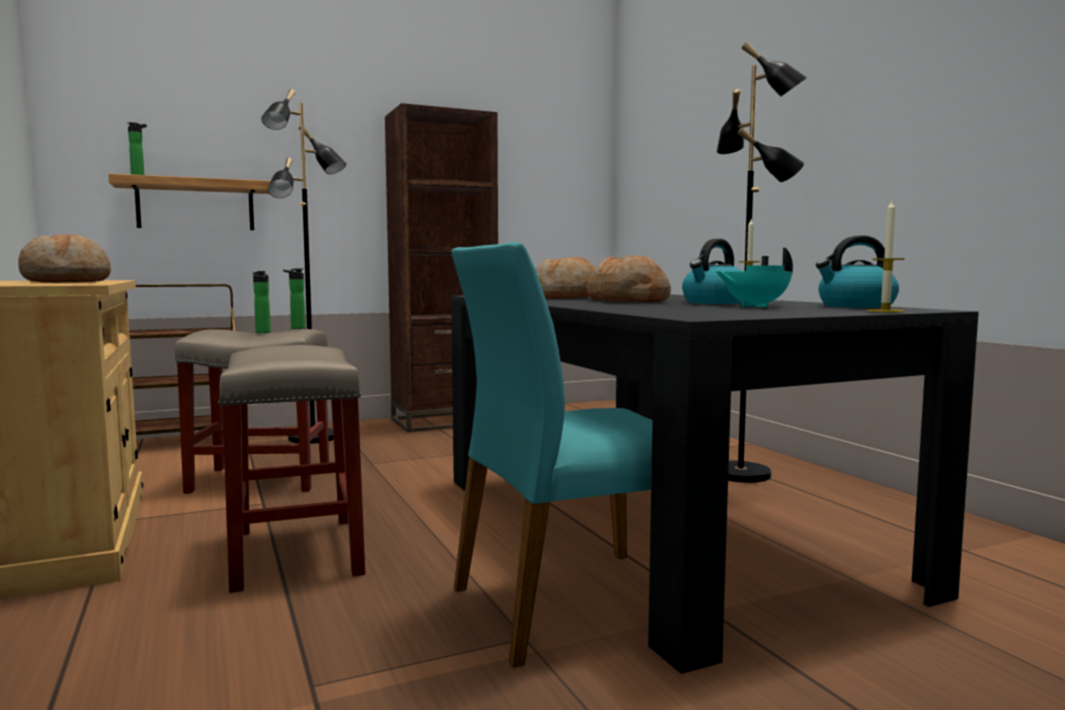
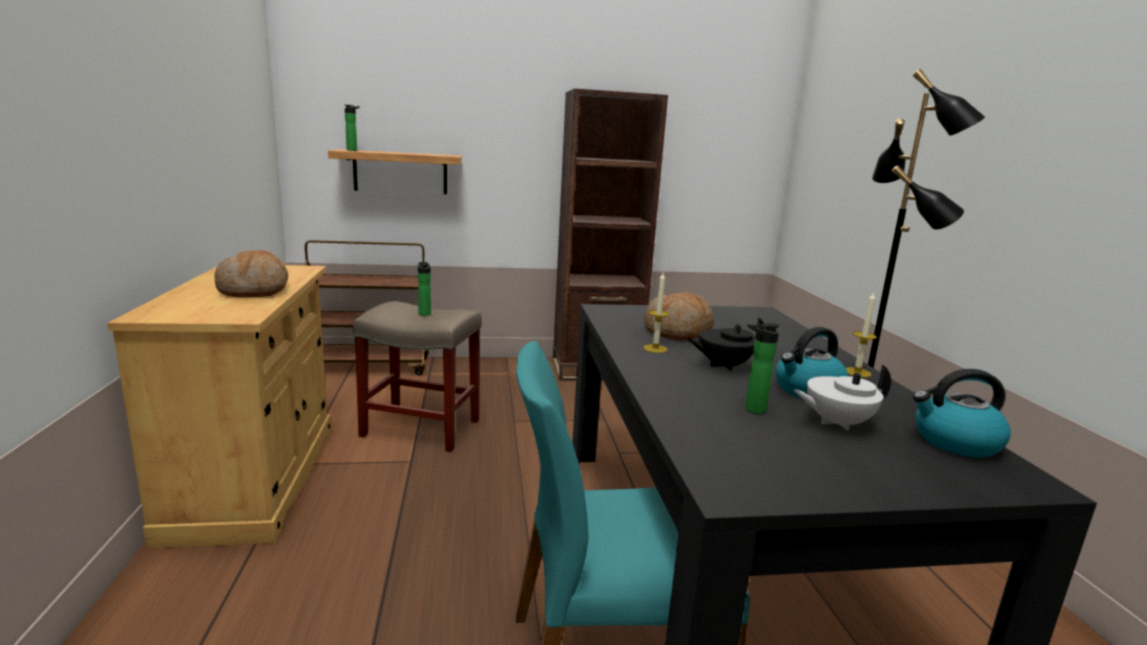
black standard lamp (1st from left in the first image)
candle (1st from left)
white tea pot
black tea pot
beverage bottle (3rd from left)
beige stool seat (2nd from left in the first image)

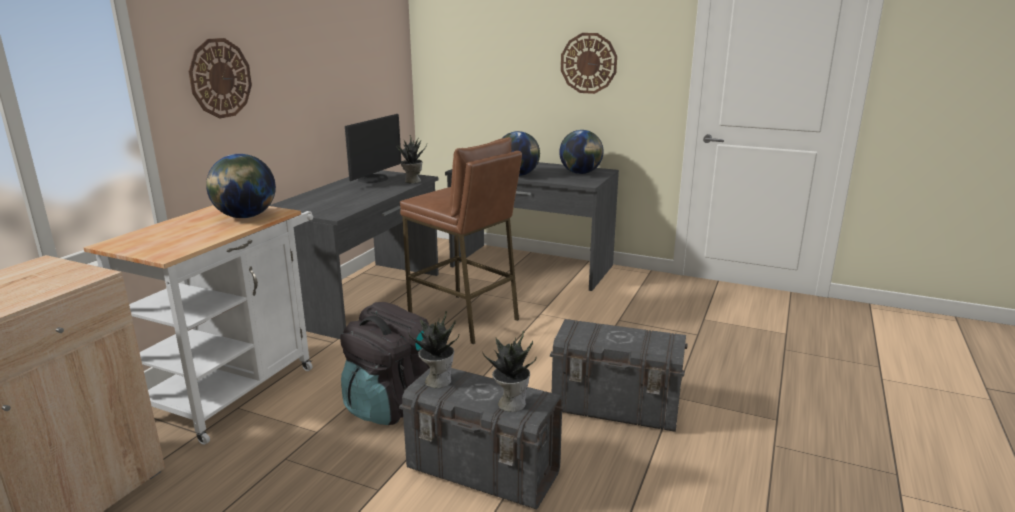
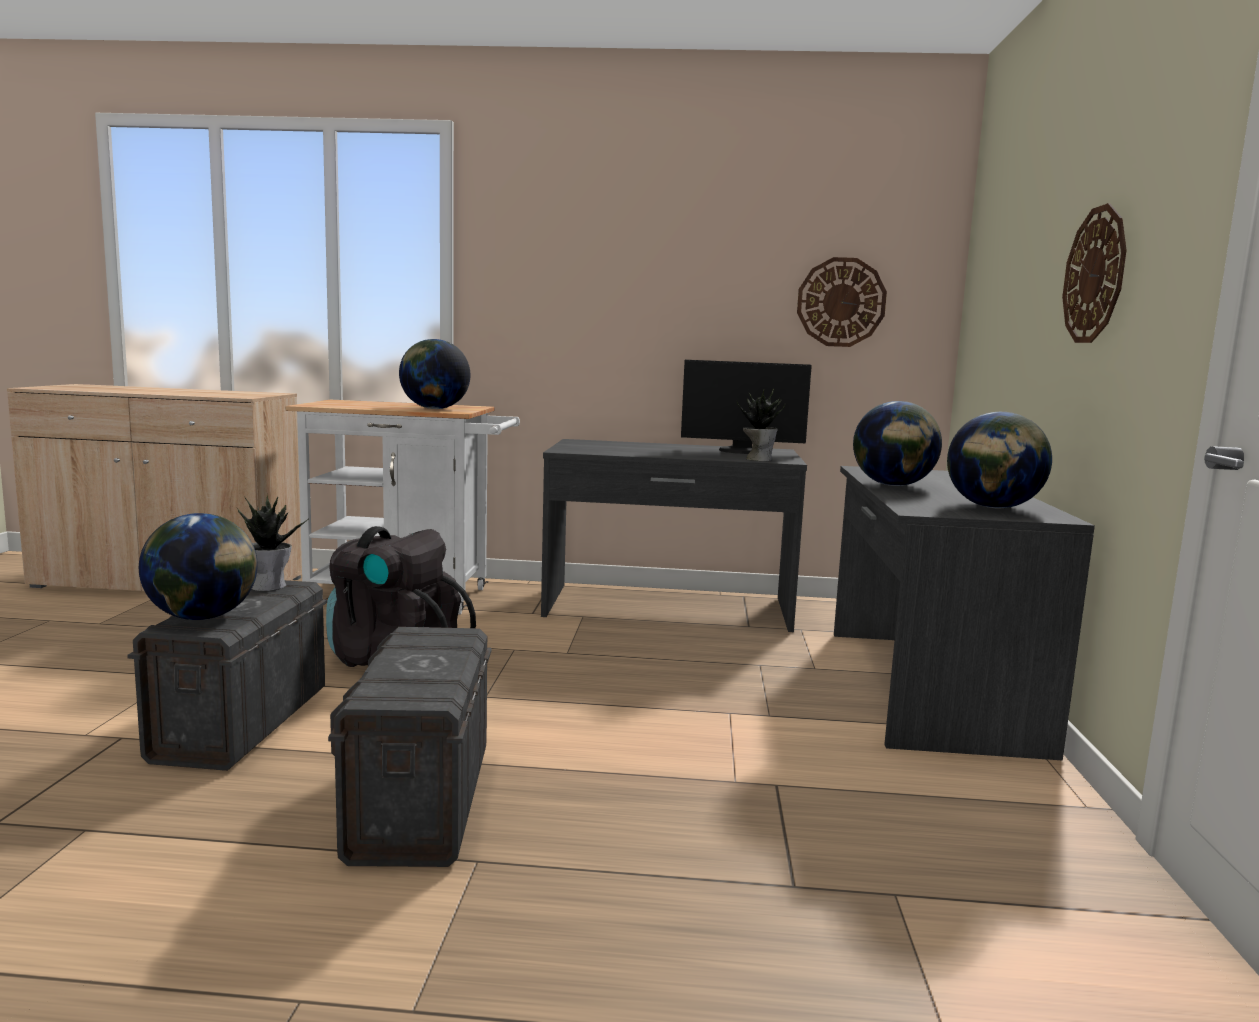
hanging clock (1st from left)
brown-coloured stool seat
desk globe (1st from left)

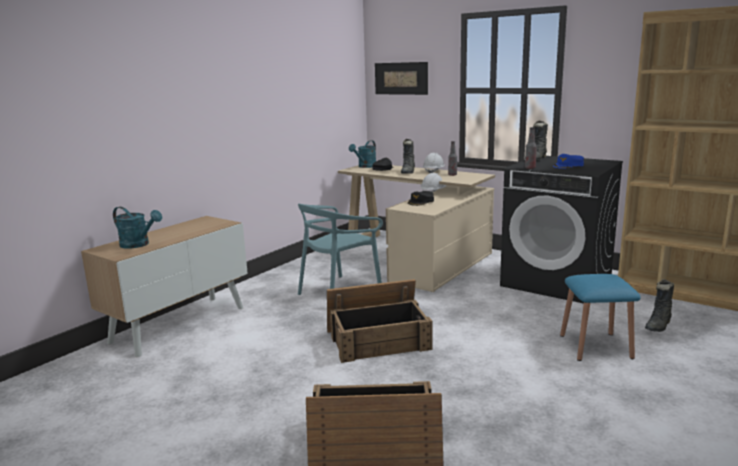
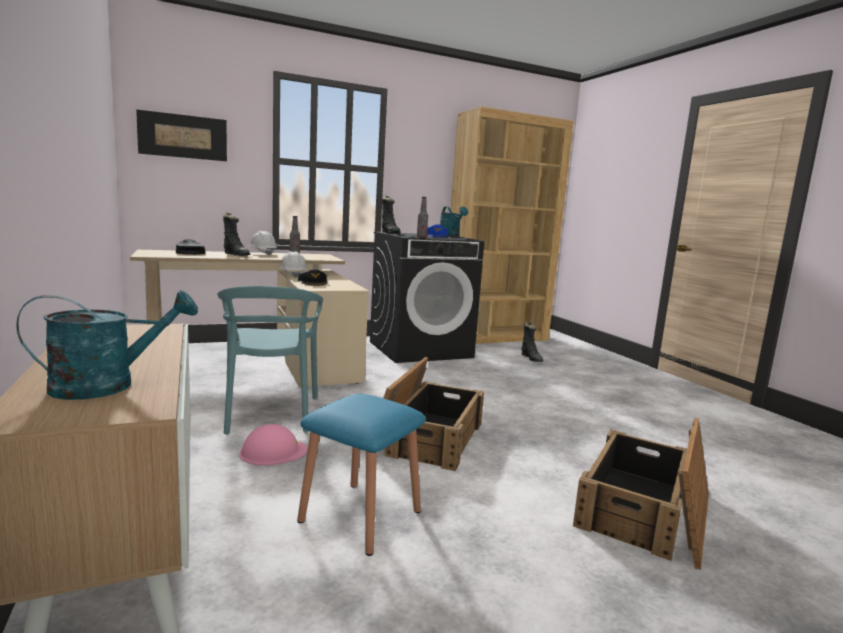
blue-green watering pot (2nd from left)
blue-coloured stool seat
pink work helmet

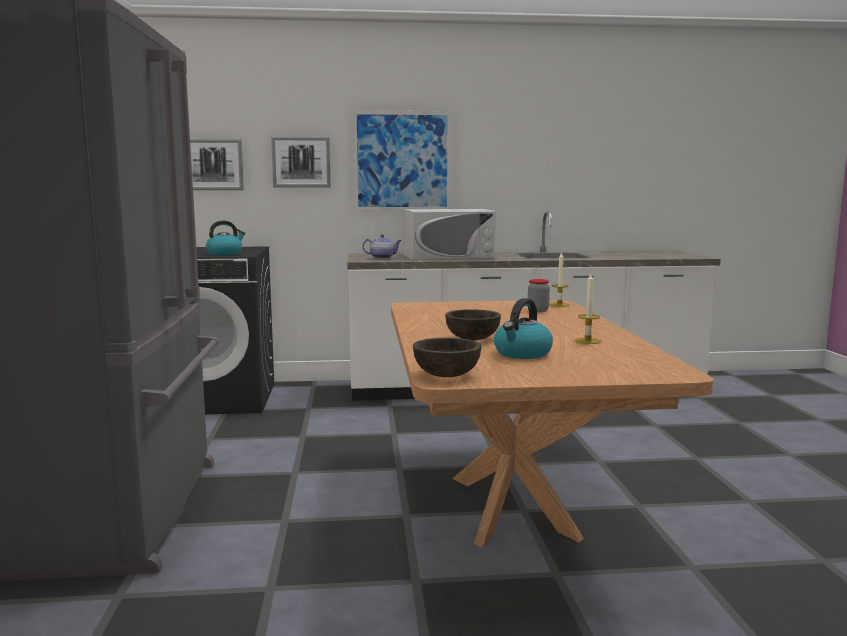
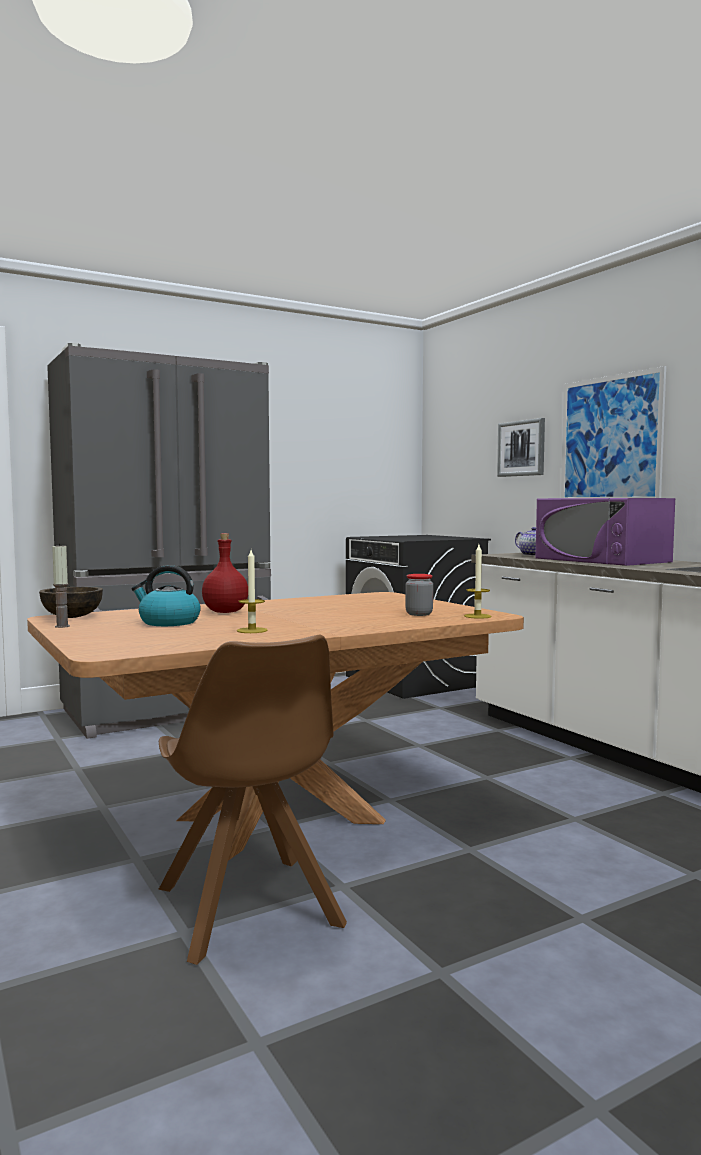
wall picture (1st from left in the first image)
purple-coloured microwave oven
kettle (1st from left in the first image)
red-coloured beverage bottle
candle (1st from left)
brown-coloured chair

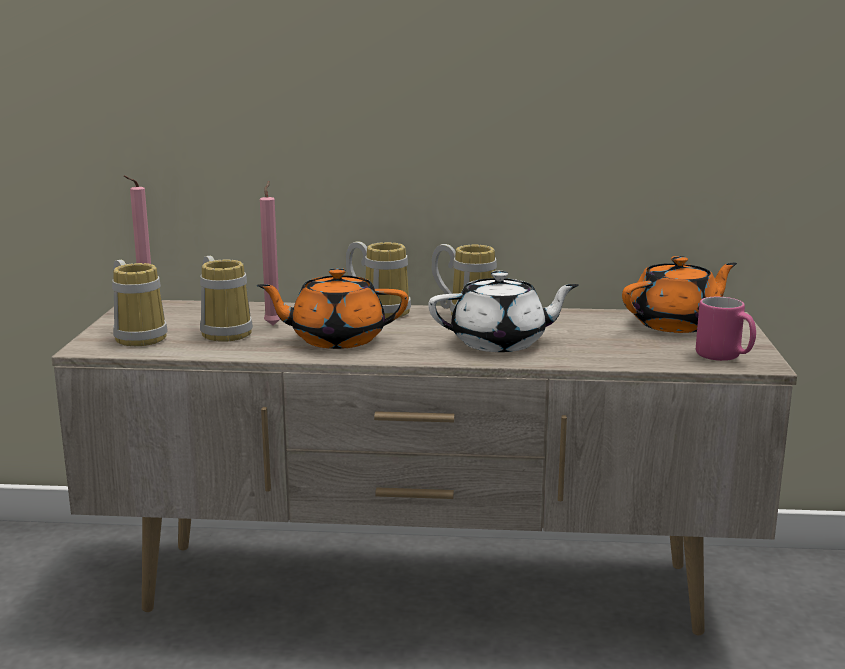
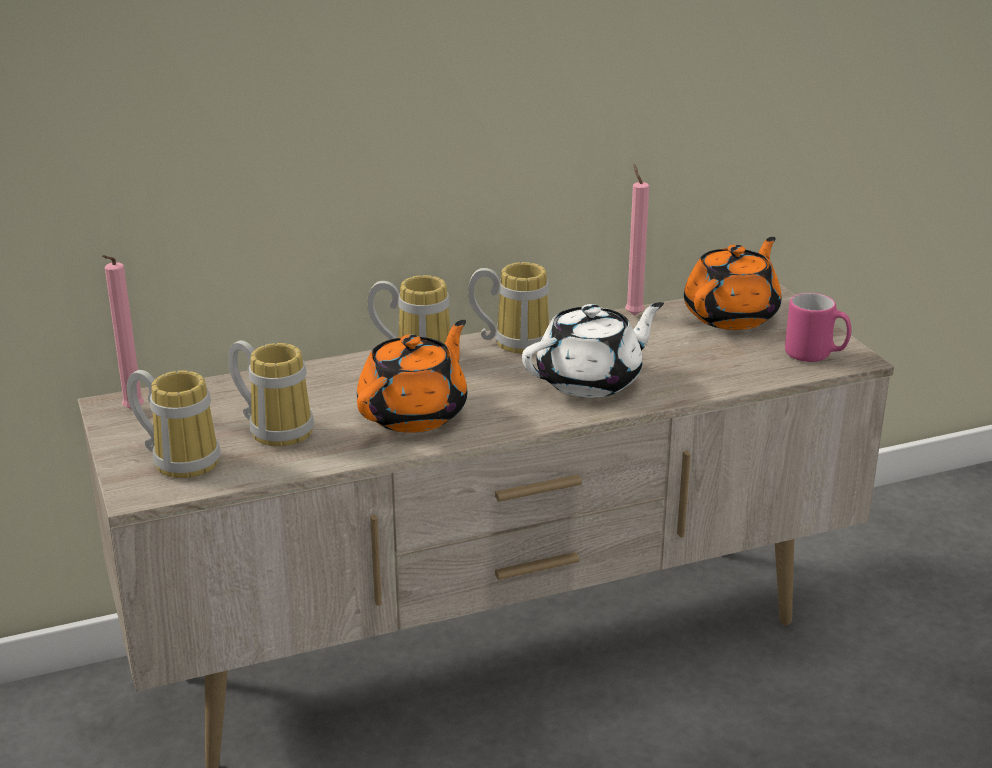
pink candle (2nd from left)
orange tea pot (1st from left)

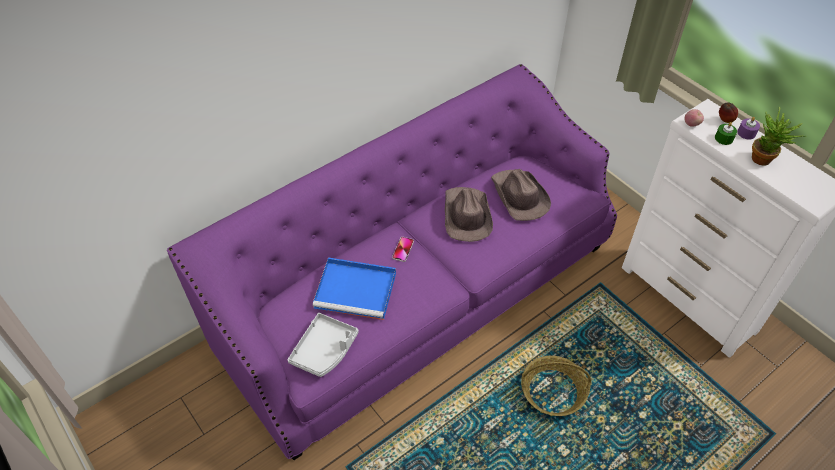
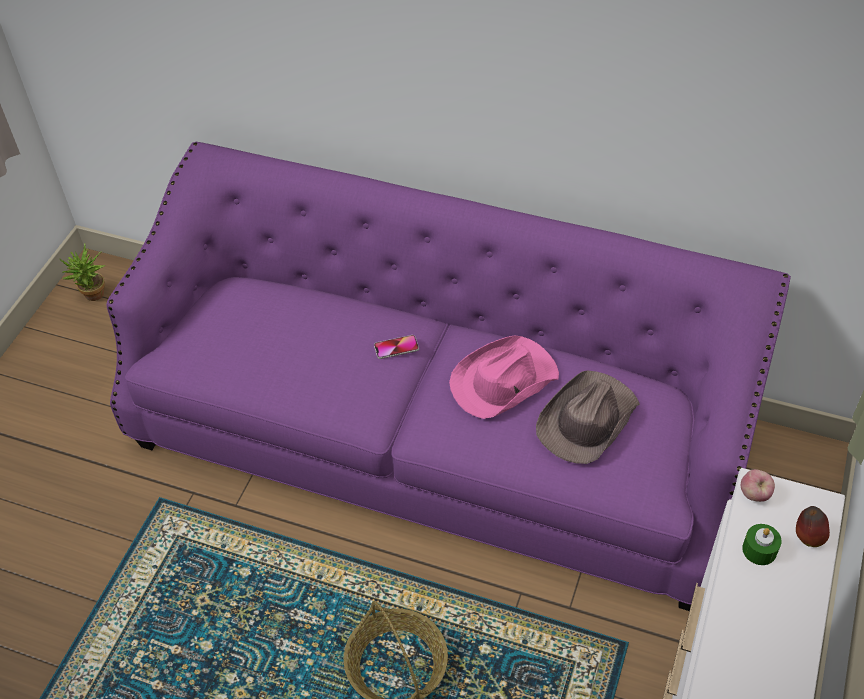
houseplant
purple-coloured candle
pink wearable hat
blue-coloured tray
gray tray

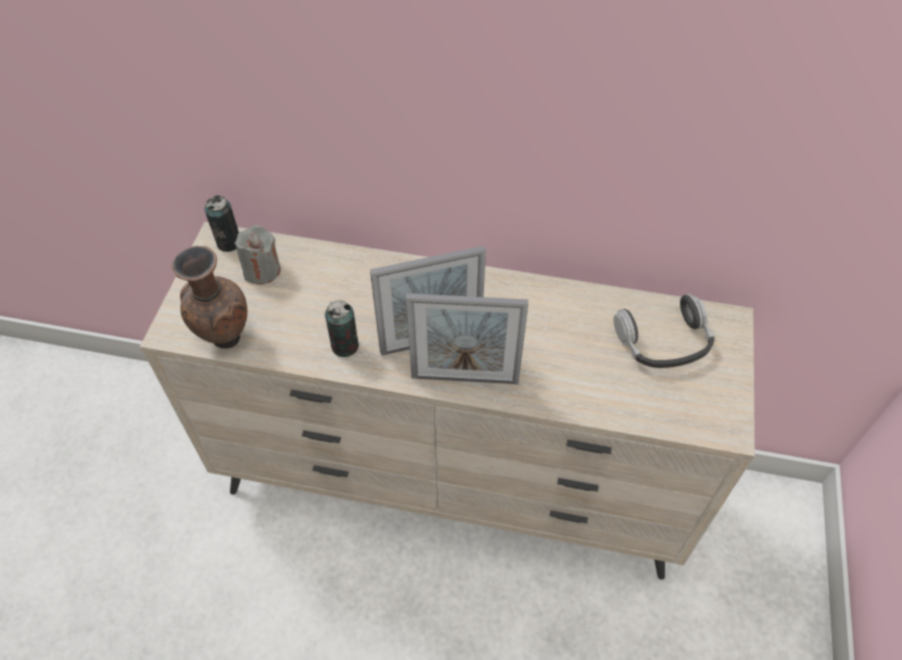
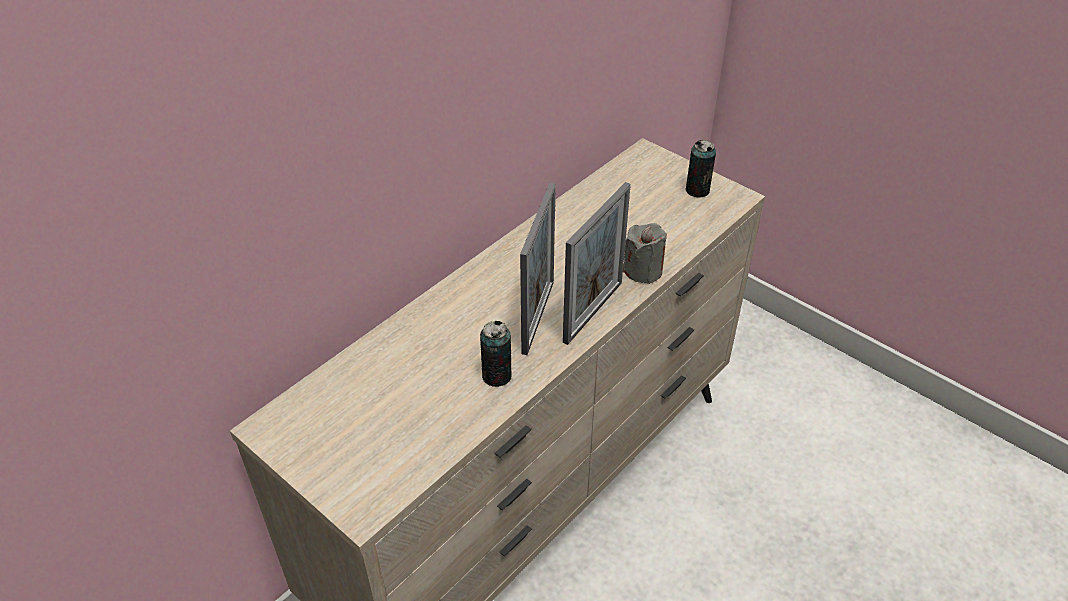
can (2nd from left)
gray candle
brown-coloured vase
pair of headphones

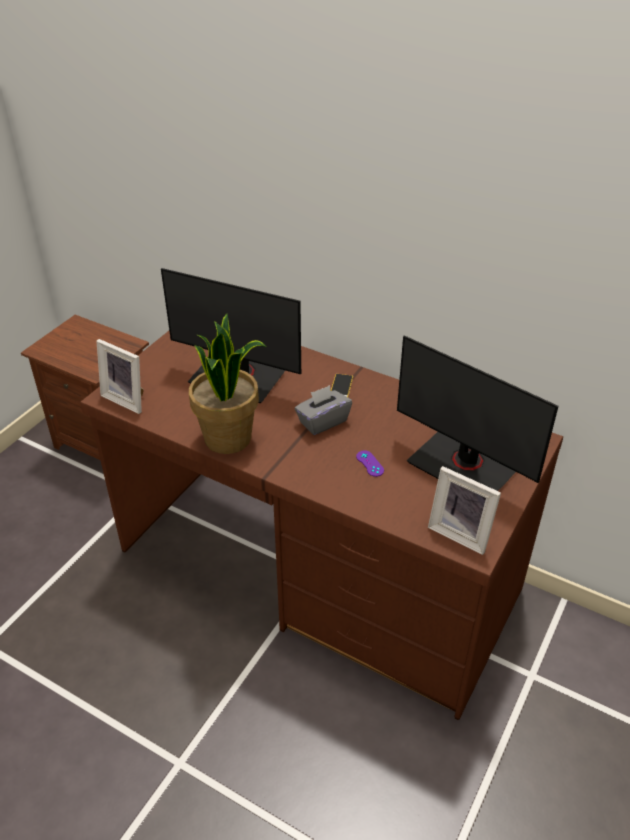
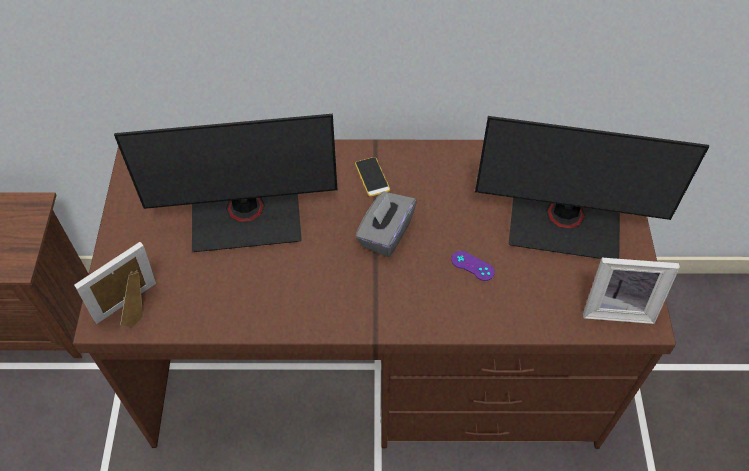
houseplant
photo frame (1st from left)

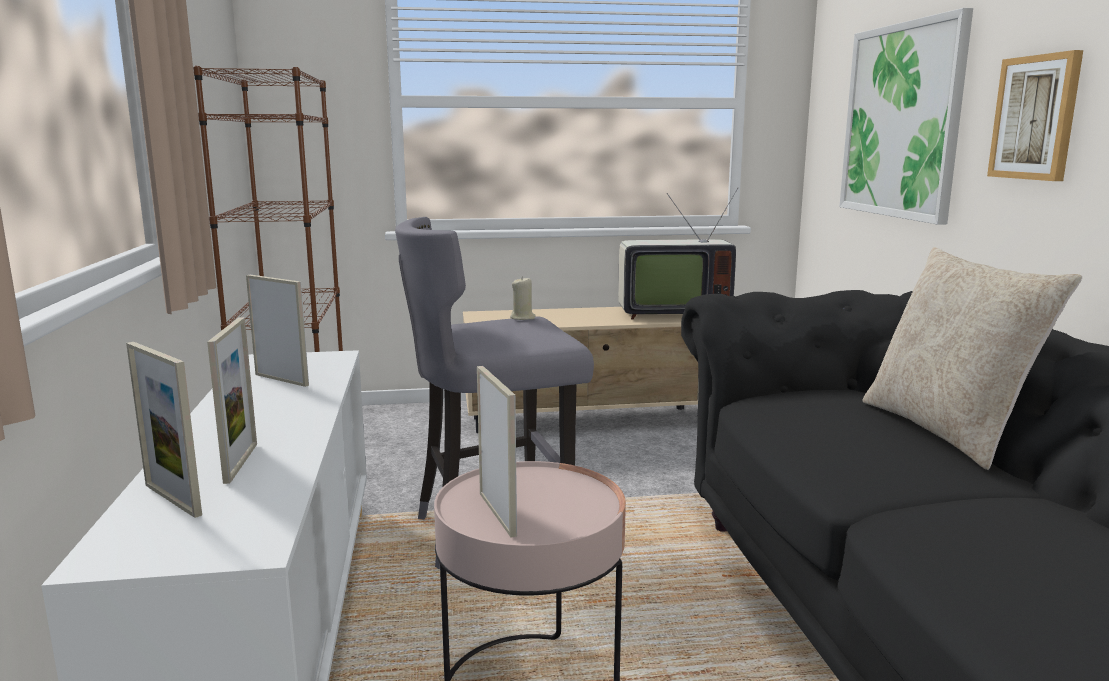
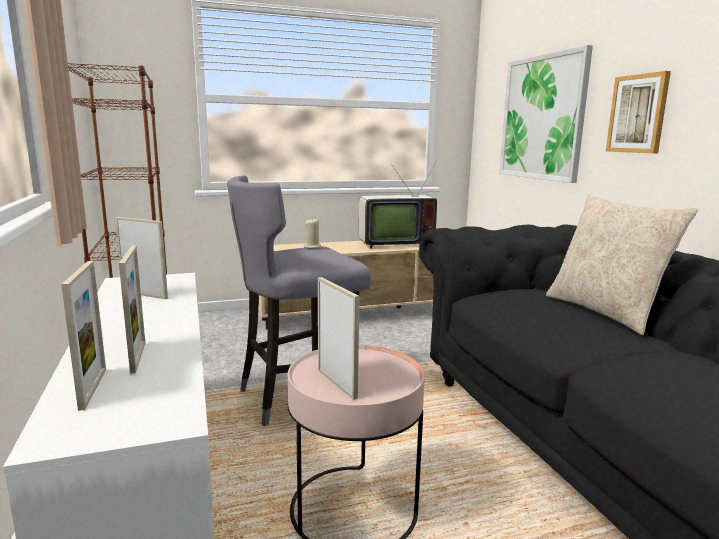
photo frame (1st from left)

